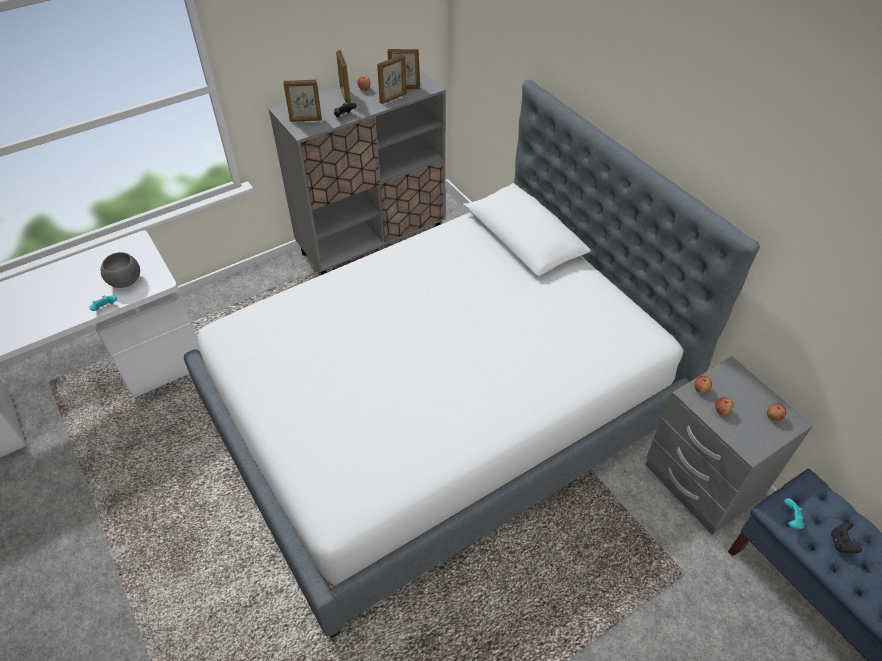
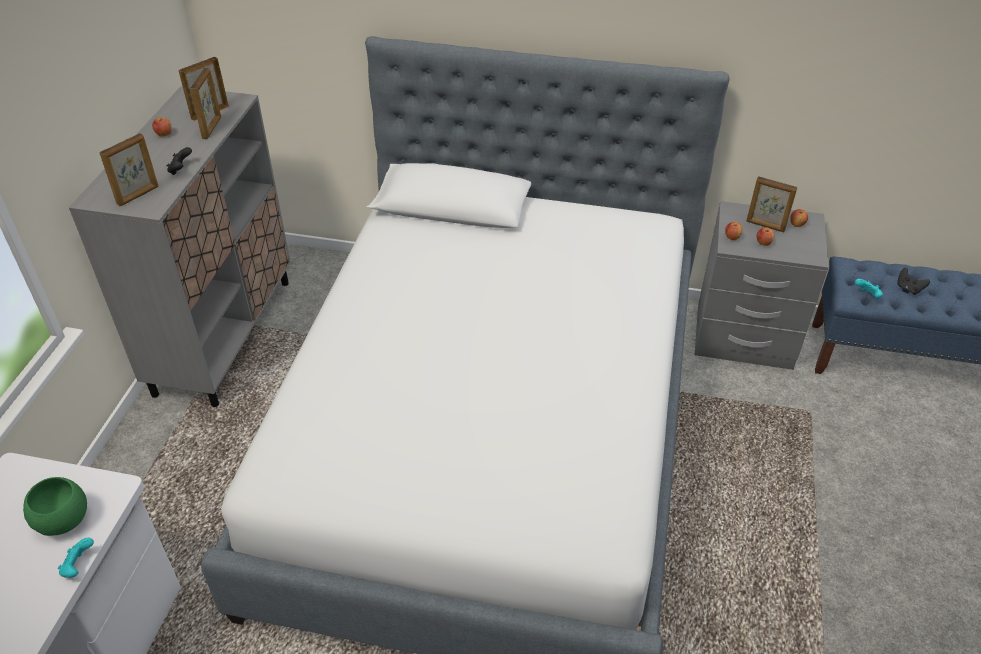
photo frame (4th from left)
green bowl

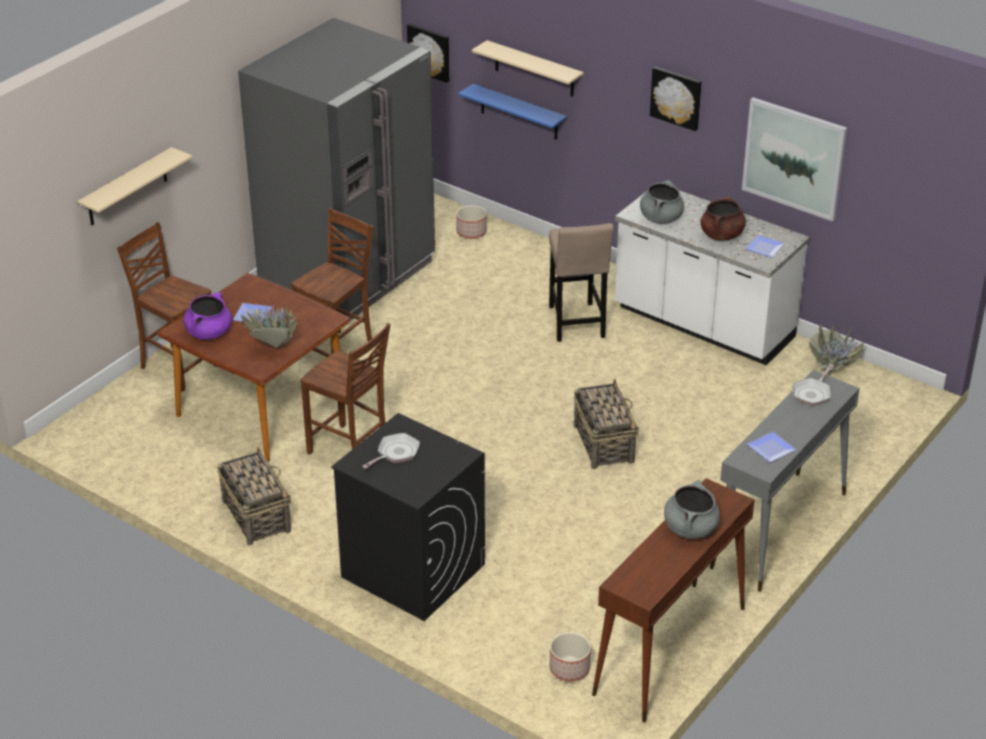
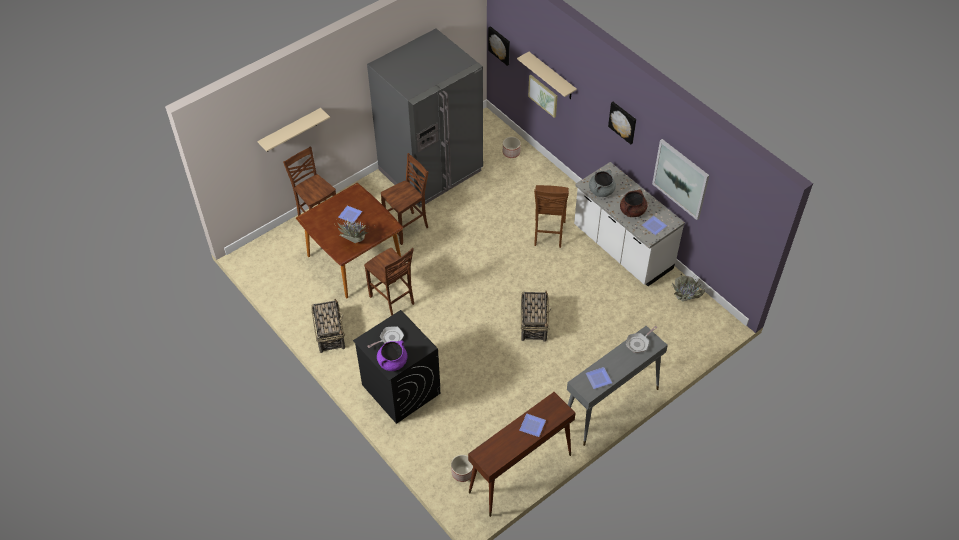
wall picture (2nd from left)
brown-coloured chair (4th from left)
purple-coloured stockpot
flat dish (2nd from left)

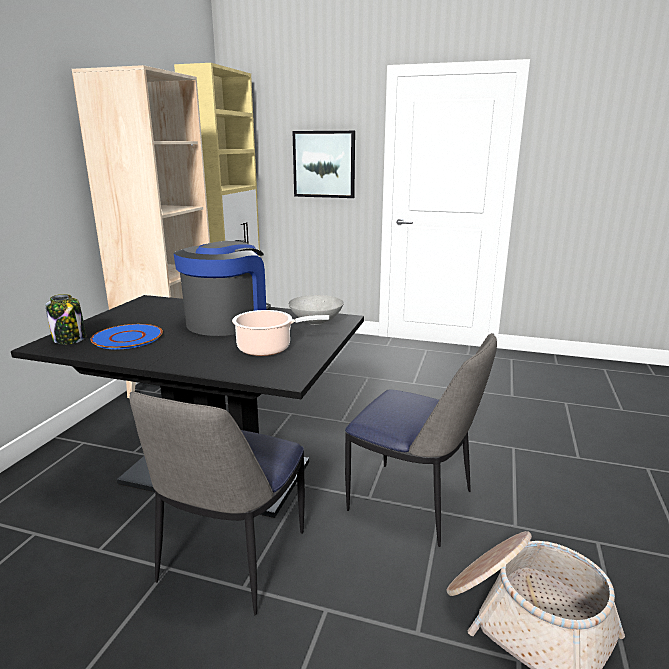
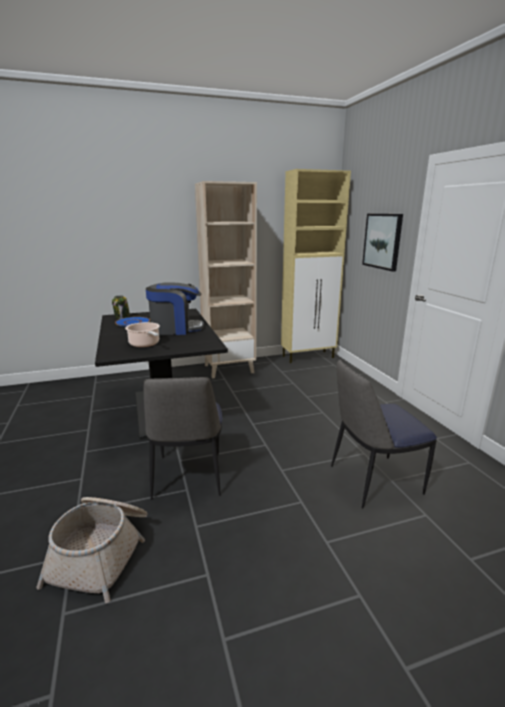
gray bowl
chair (2nd from left)

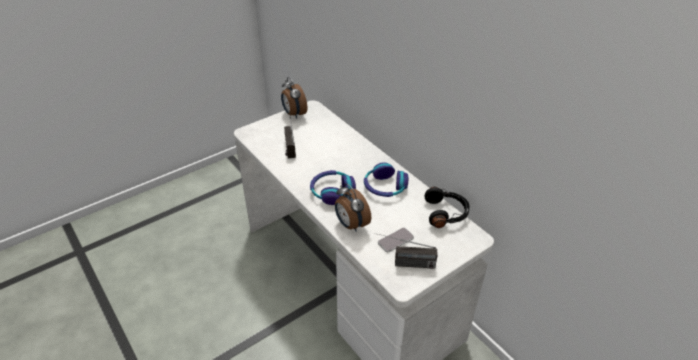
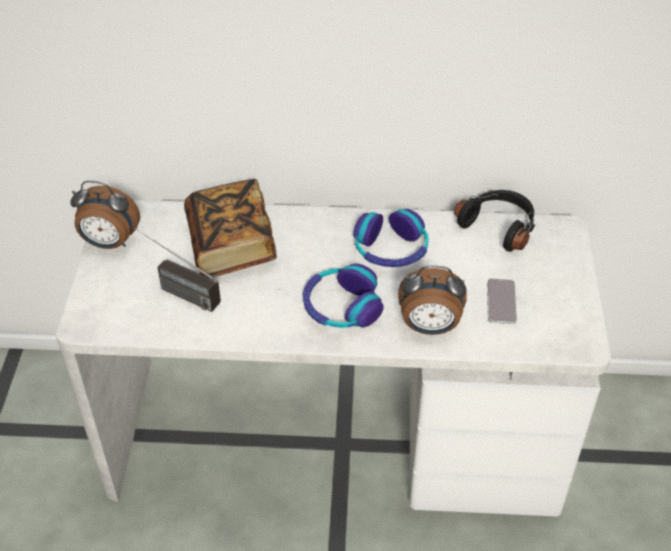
radio (2nd from left in the first image)
volume

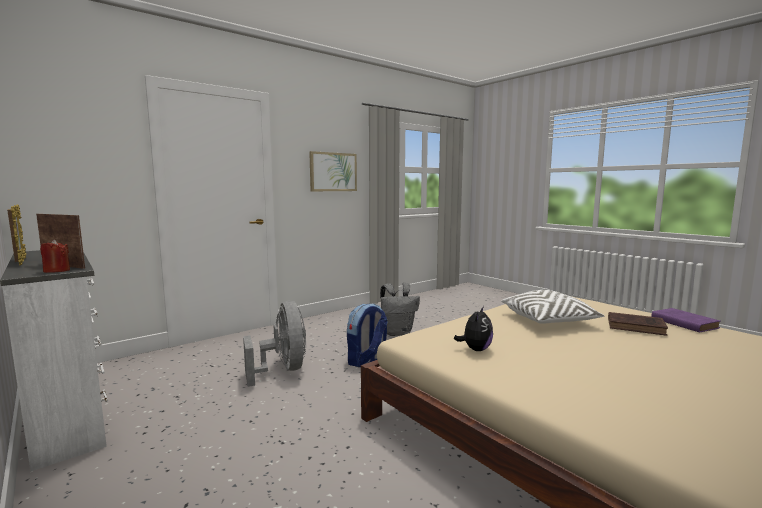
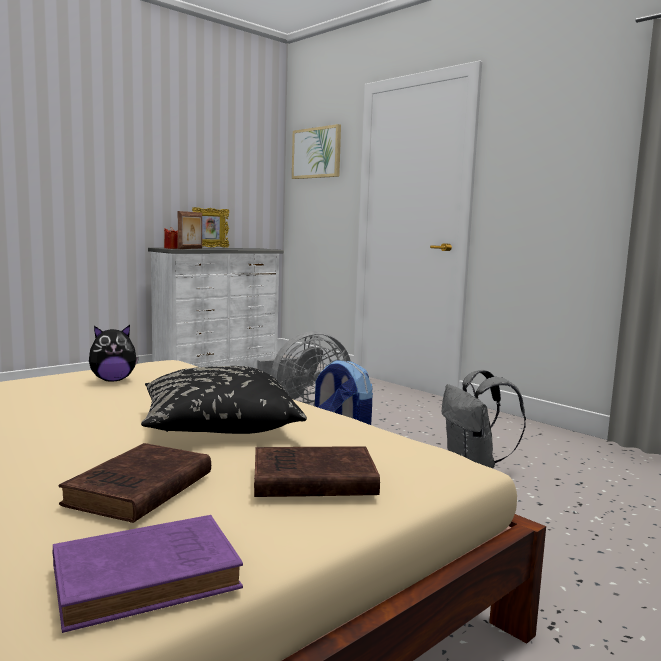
wall picture
black cushion
cuddly toy
brown-coloured volume (2nd from left)

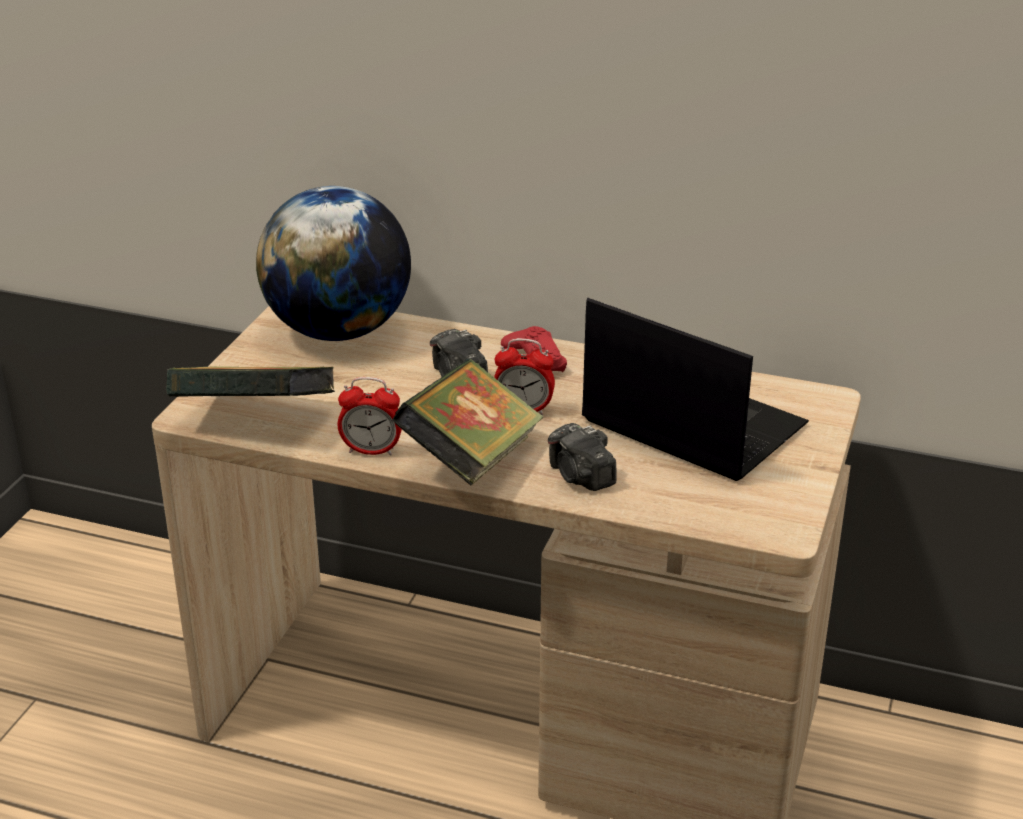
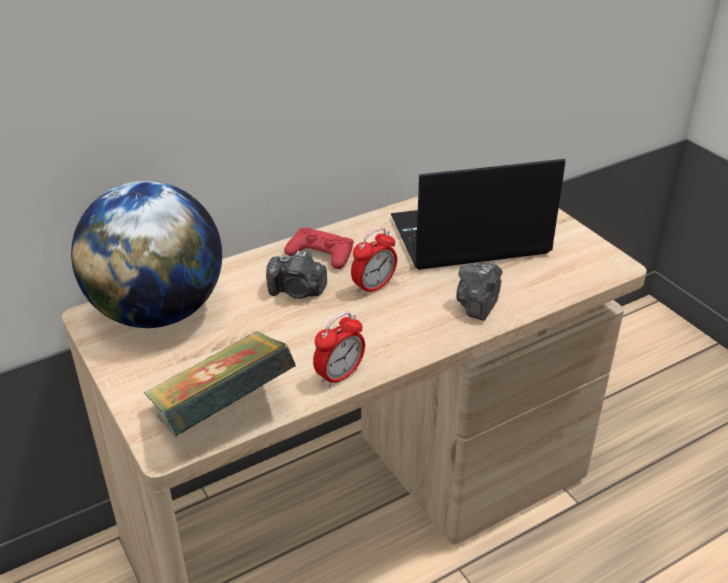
volume (2nd from left in the first image)
still camera (2nd from left)

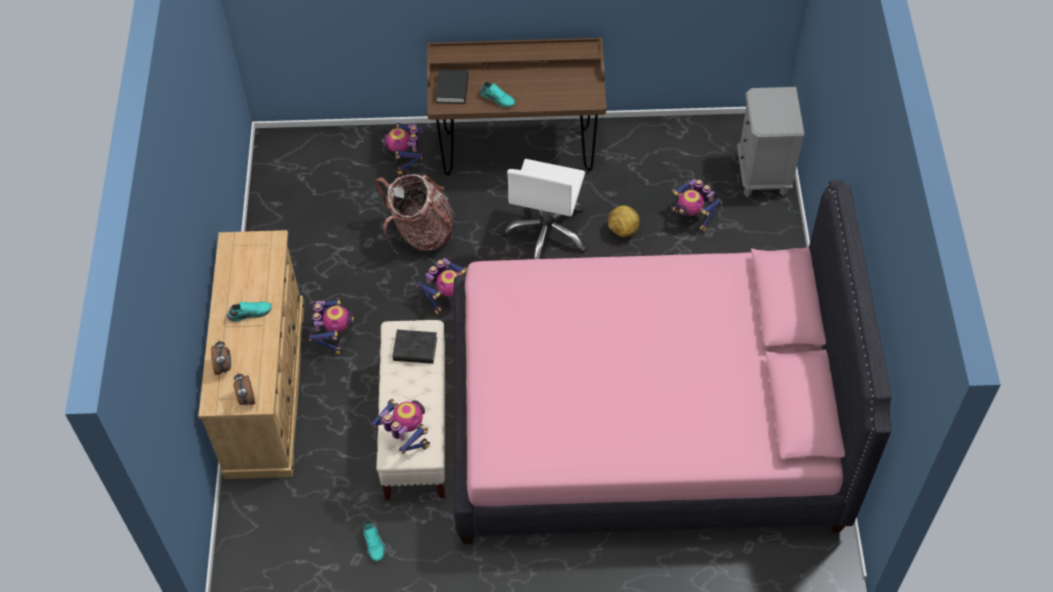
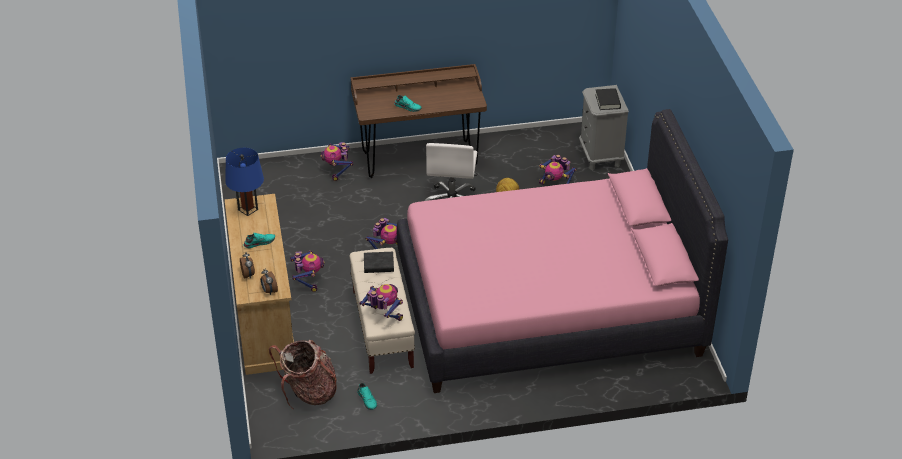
black volume (2nd from left)
backpack
blue-coloured lamp for a table

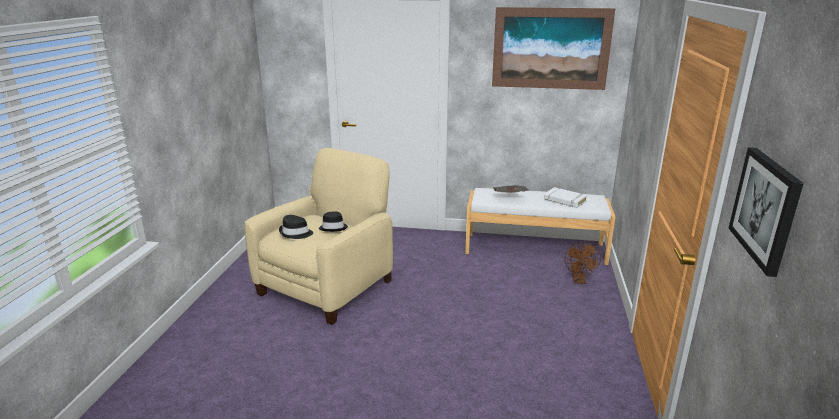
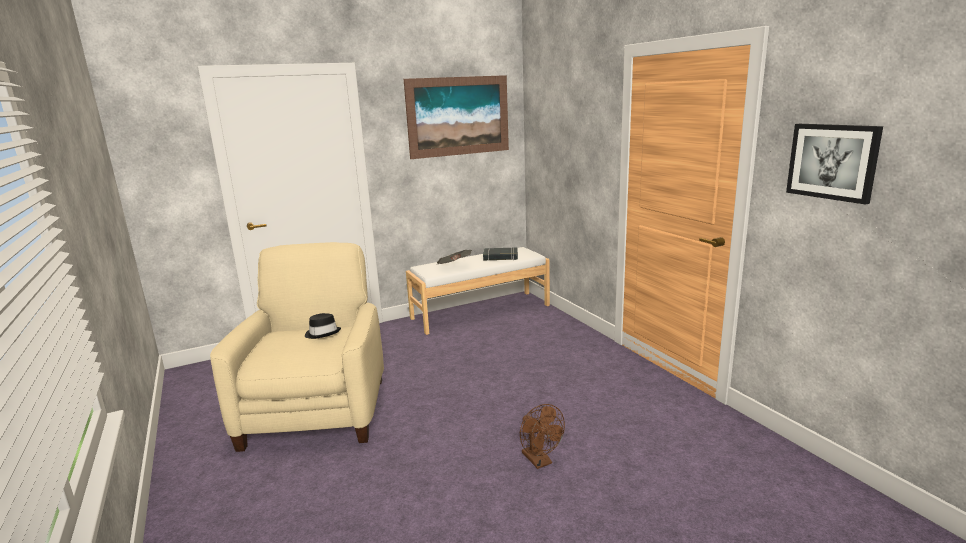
black volume
black wearable hat (1st from left in the first image)
brown-coloured cooling fan

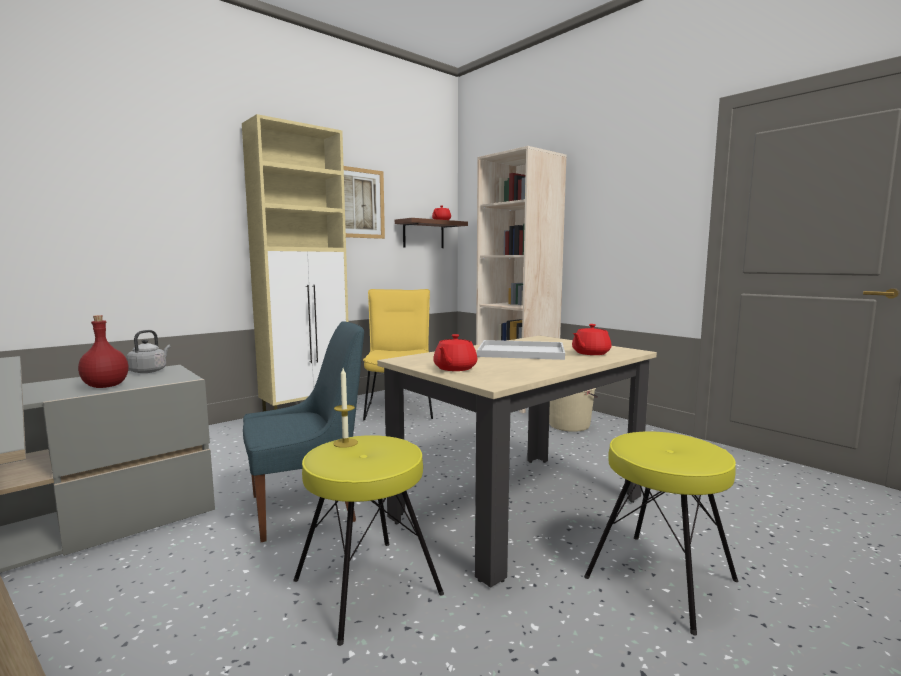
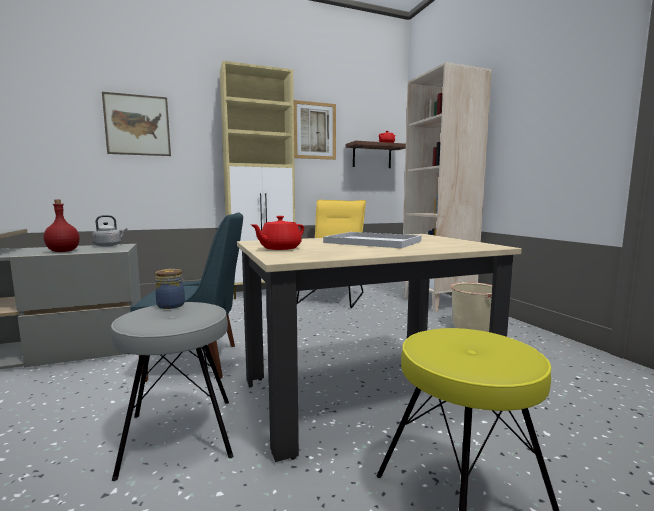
red-coloured tea pot (3rd from left in the first image)
preserve jar
gray stool seat
wall picture (1st from left)

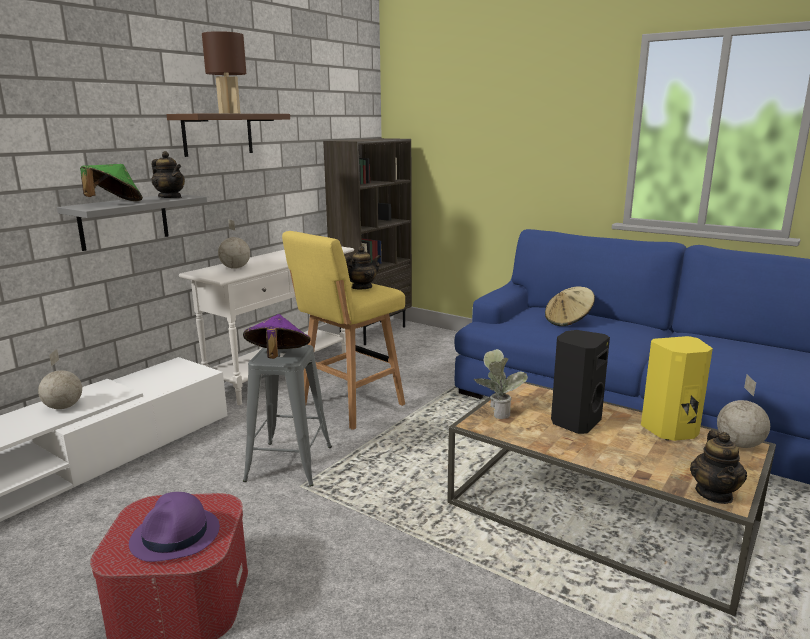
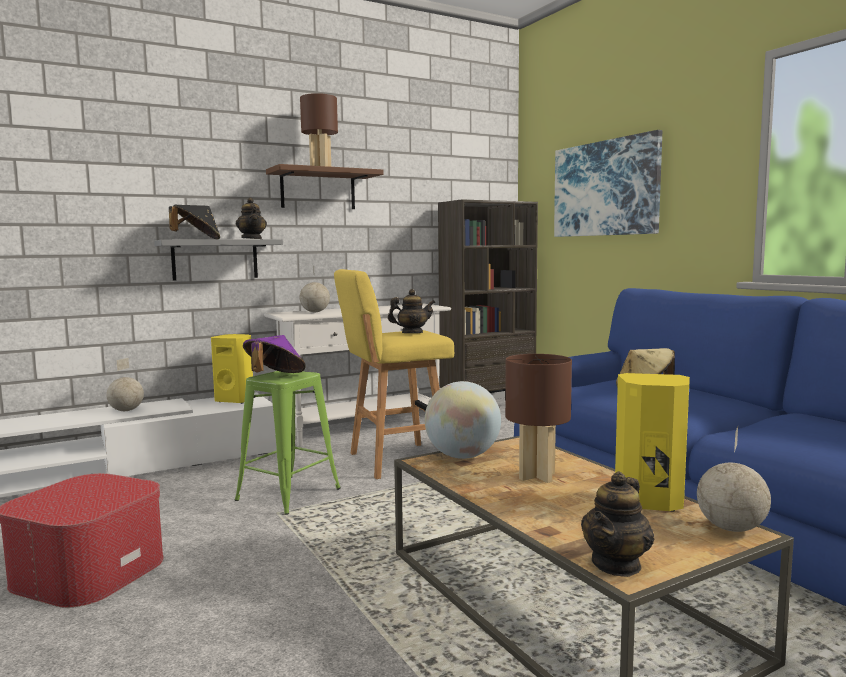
black wearable hat
brown-coloured lamp for a table (2nd from left)
green stool seat
desk globe (3rd from left)
purple-coloured wearable hat (1st from left in the first image)
wall picture
yellowish speaker (1st from left)

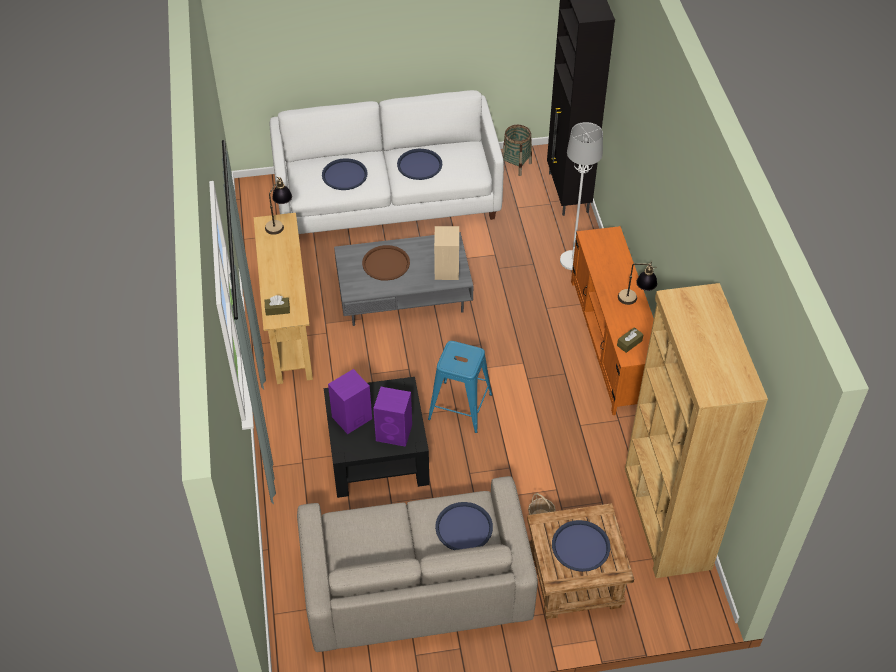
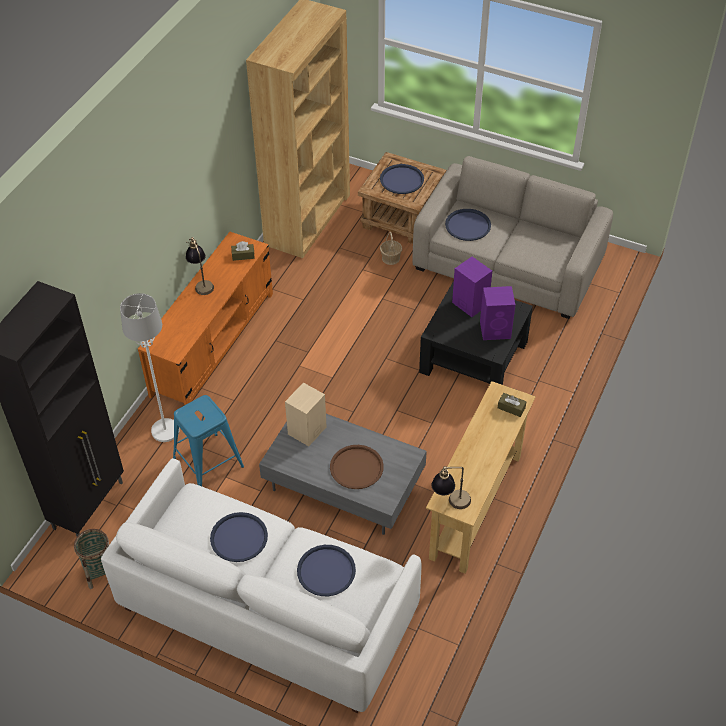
blue-coloured stool seat

